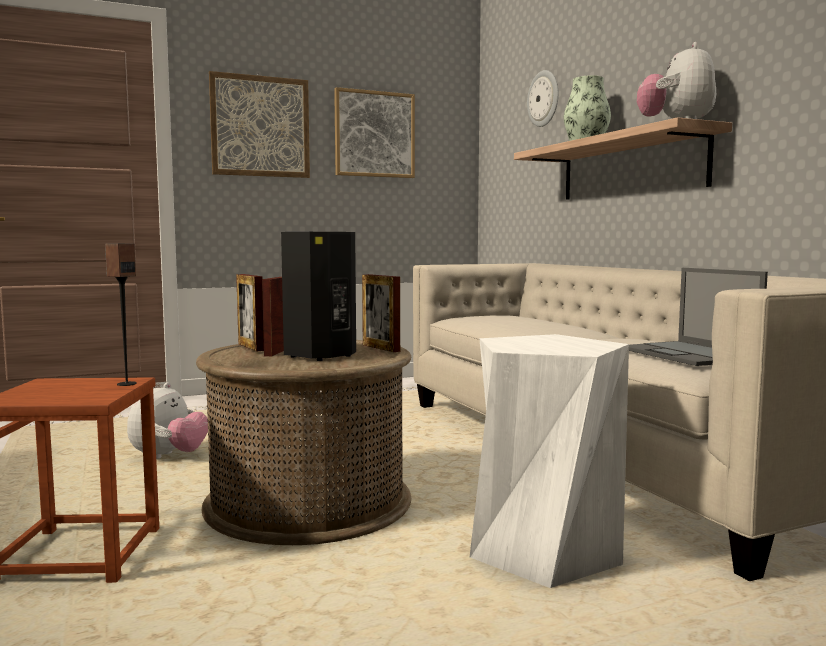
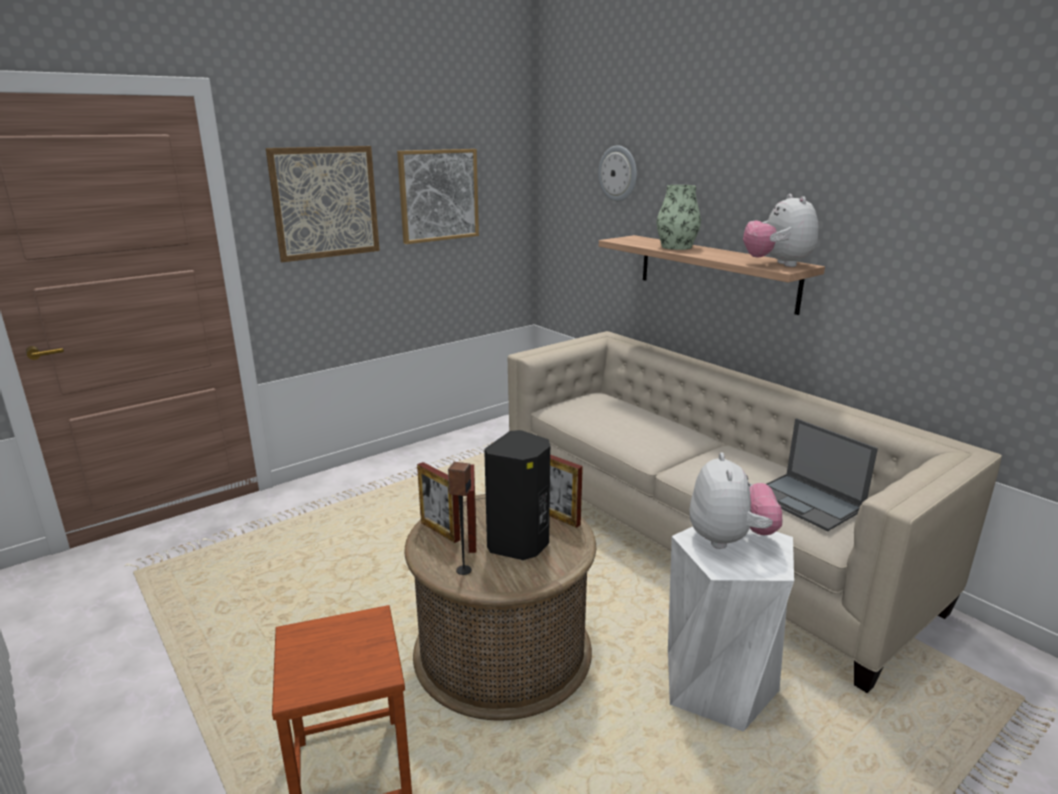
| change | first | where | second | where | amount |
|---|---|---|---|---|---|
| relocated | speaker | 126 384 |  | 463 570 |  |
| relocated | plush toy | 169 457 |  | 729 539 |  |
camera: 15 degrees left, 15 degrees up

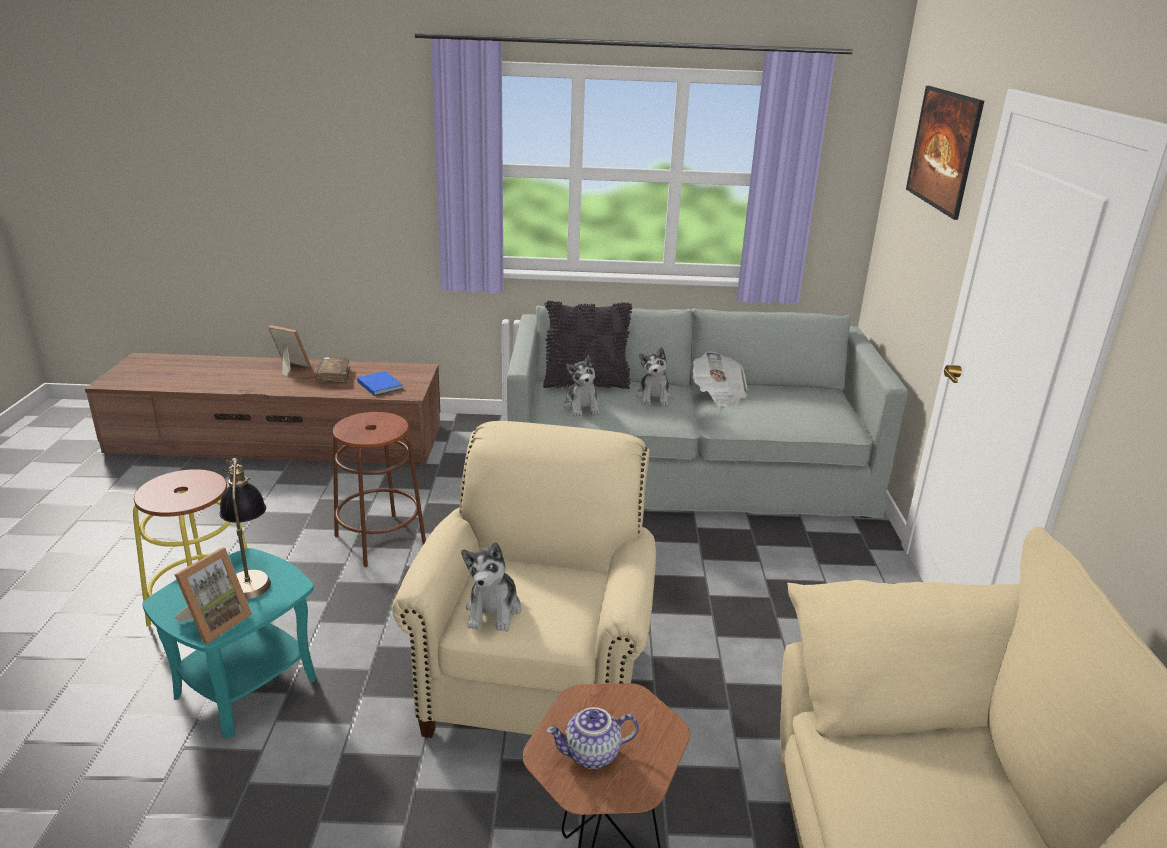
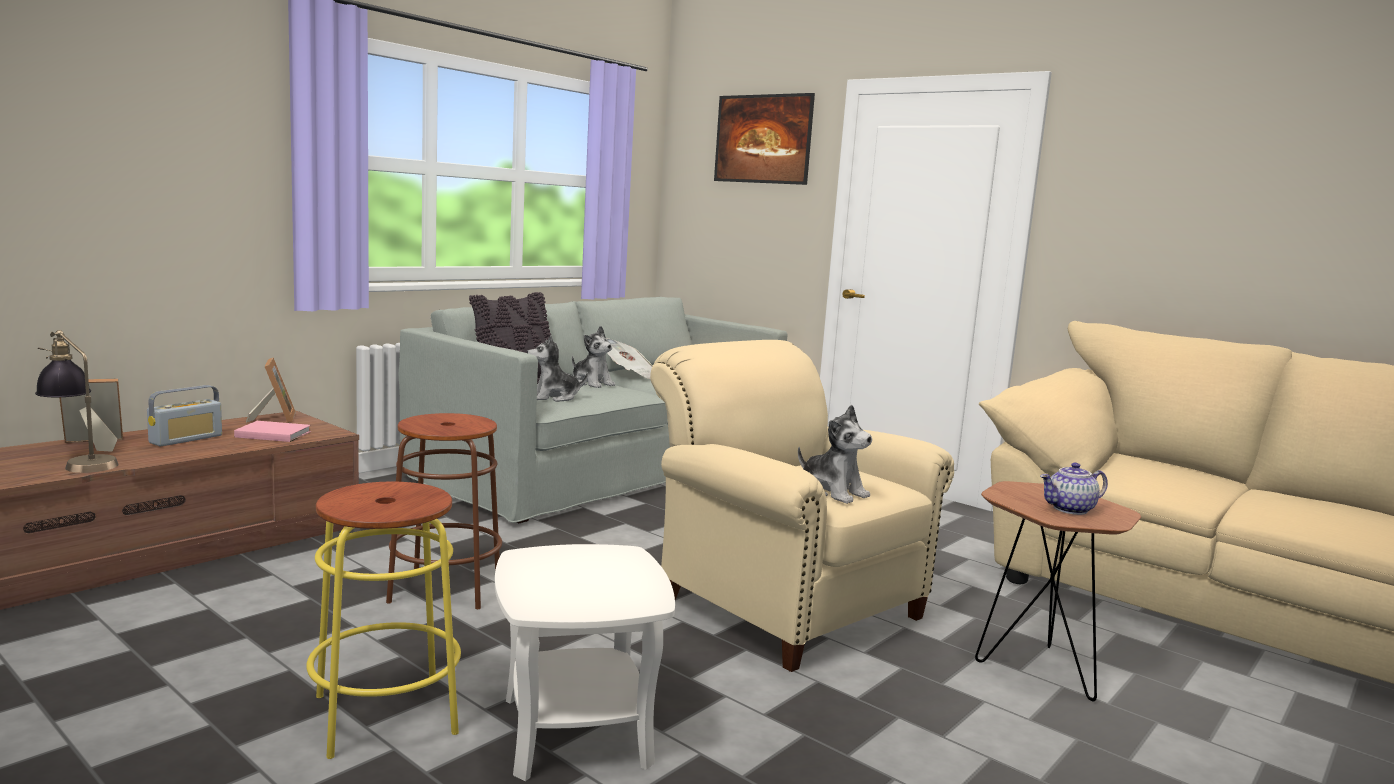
| change | first | where | second | where | amount |
|---|---|---|---|---|---|
| spun | plush toy | 582 407 |  | 554 397 | 135 degrees clockwise |
| exchanged | brown book | 334 376 | radio | 186 439 |  |
| colour | blue book | 380 385 | pink book | 272 434 |  |
| relocated | table lamp | 250 575 |  | 79 462 |  |
| colour | turquoise side table | 246 686 | white side table | 576 730 |  |
| relocated | picture frame | 214 622 |  | 274 418 |  |
| spun | teapot | 591 755 |  | 1070 510 | 45 degrees clockwise |
camera: 50 degrees left, 15 degrees down

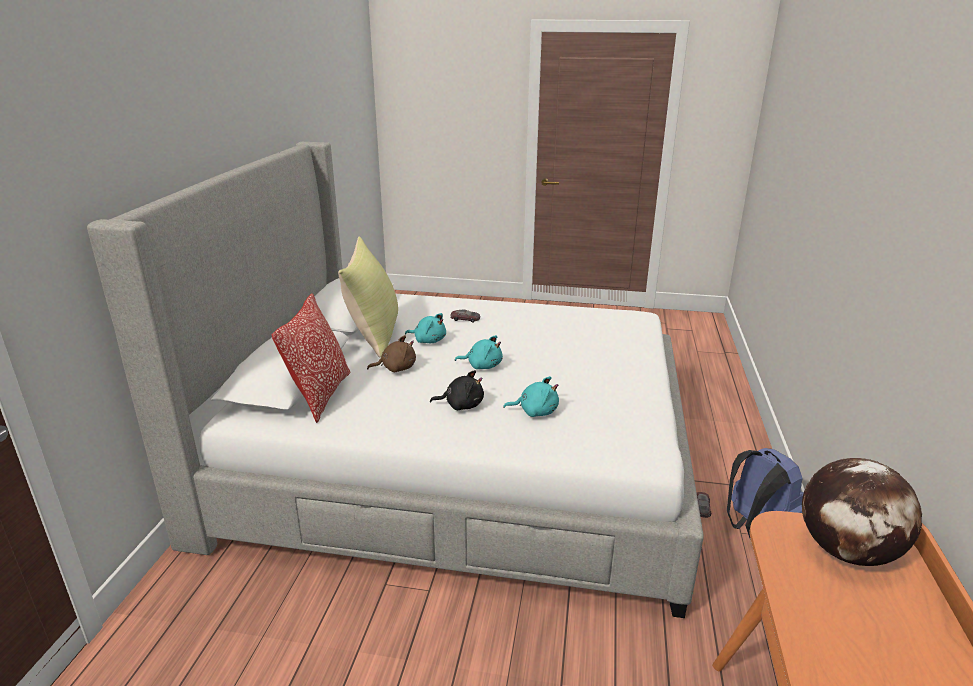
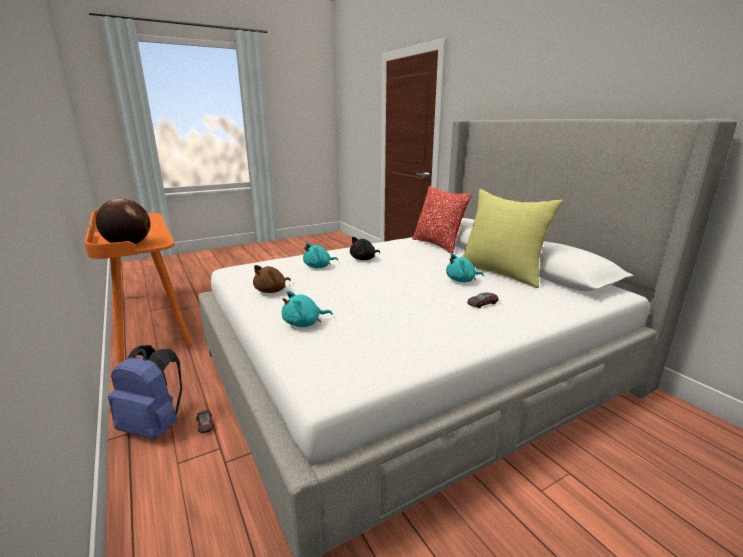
| change | first | where | second | where | amount |
|---|---|---|---|---|---|
| relocated | brown plush toy | 396 368 |  | 272 291 |  |
| relocated | turquoise plush toy | 482 366 |  | 304 323 |  |
camera: 140 degrees right, 5 degrees down

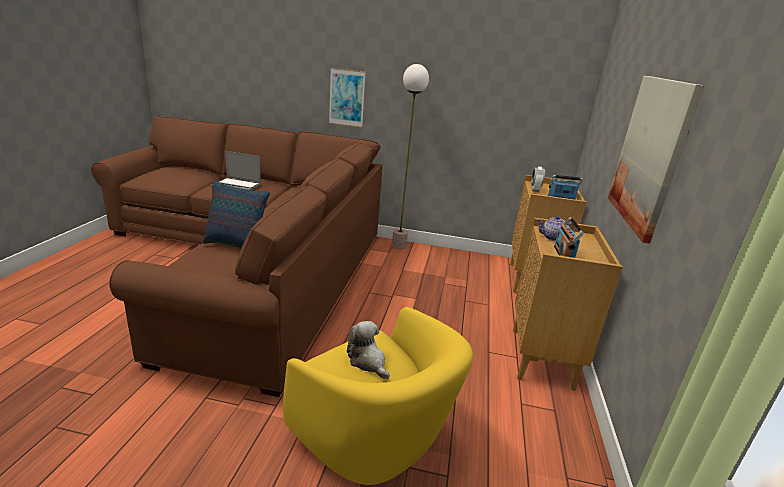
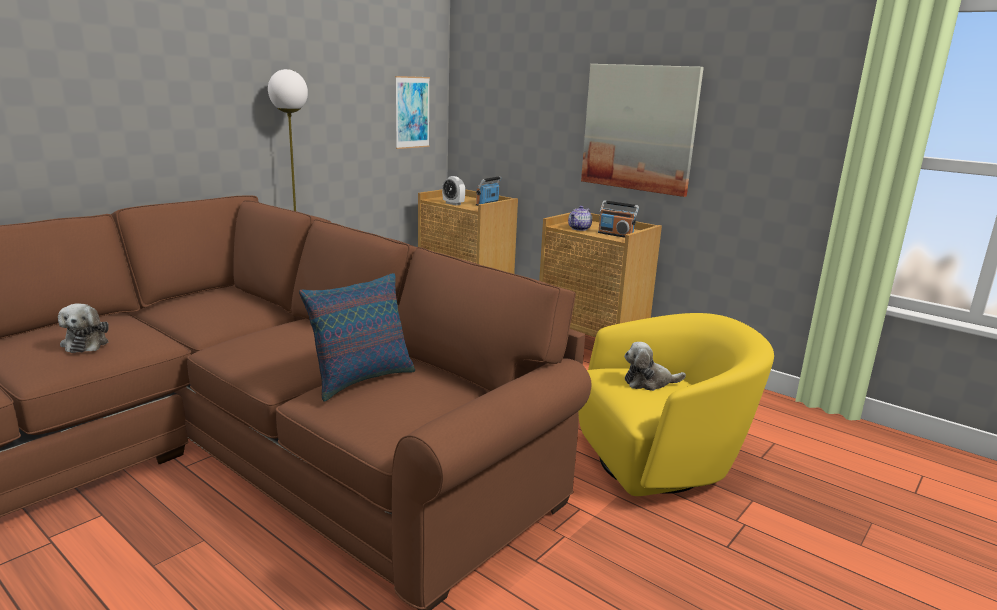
| change | first | where | second | where | amount |
|---|---|---|---|---|---|
| relocated | picture | 347 98 |  | 412 112 |  |
| exchanged | laptop | 237 186 | plush toy | 86 343 |  |
camera: 60 degrees left, 5 degrees down

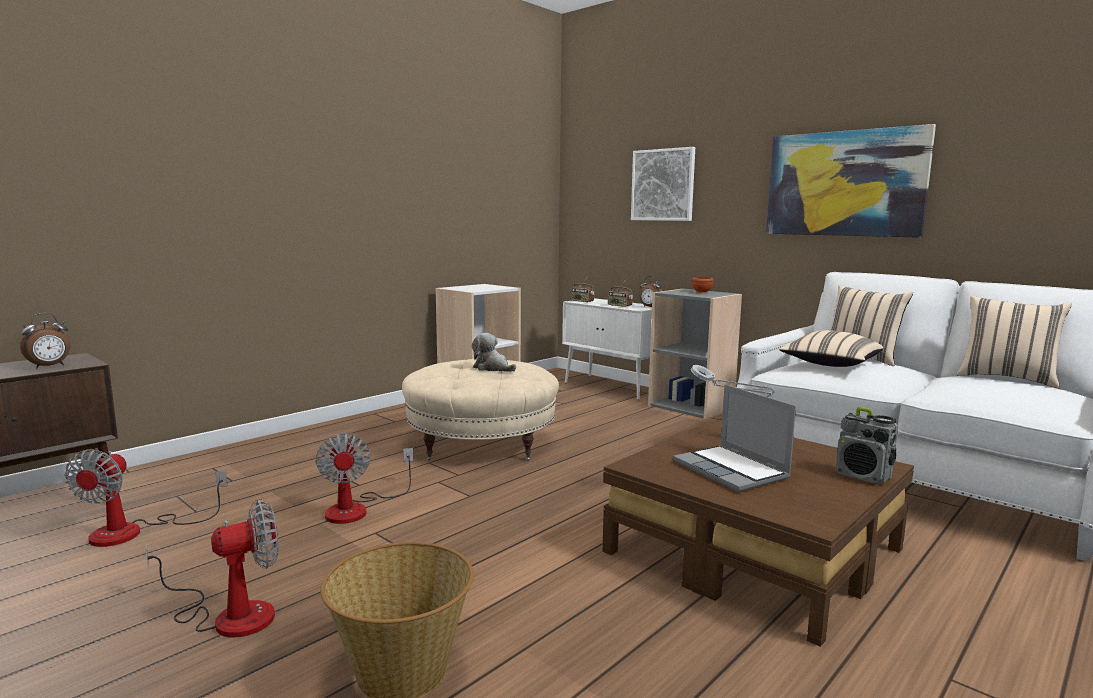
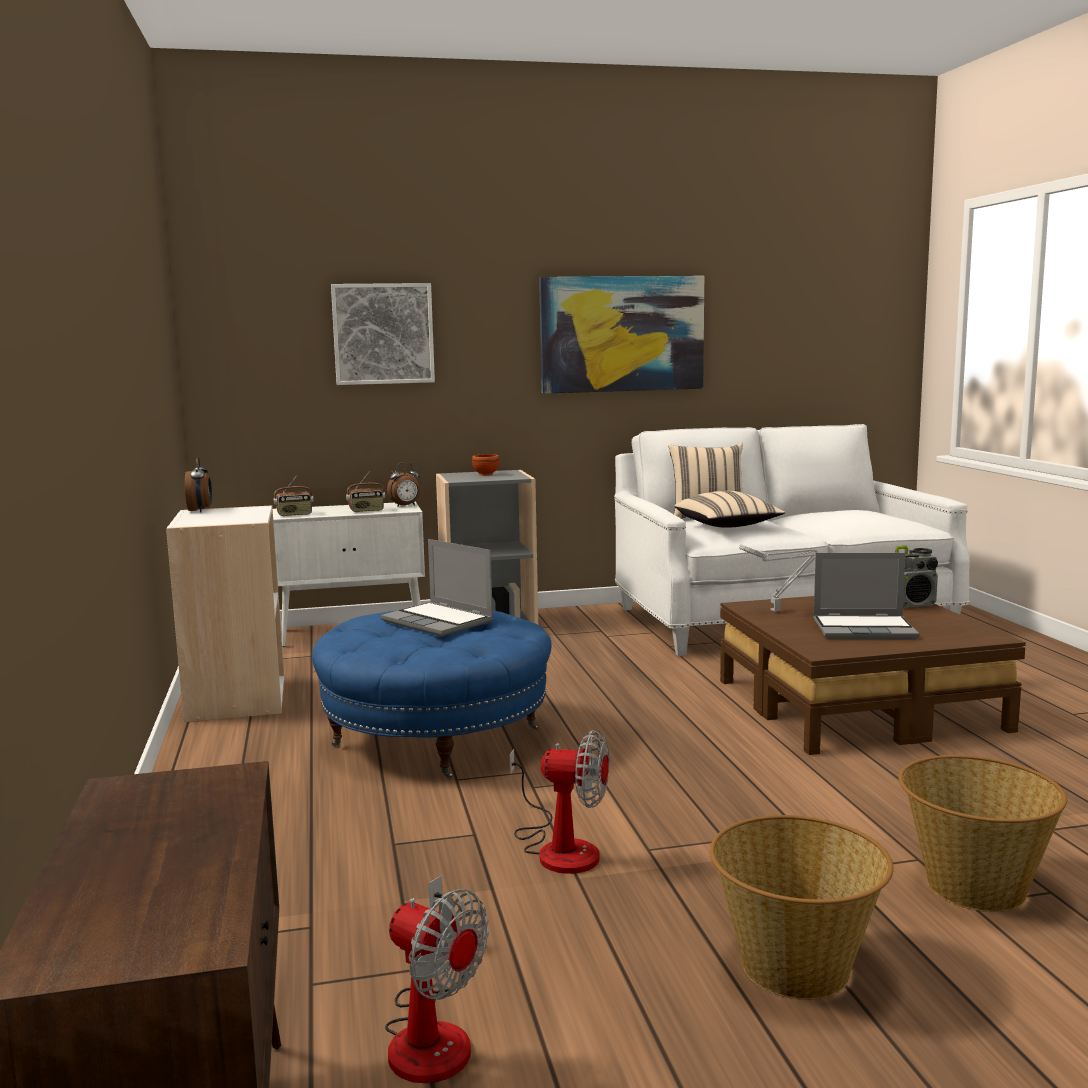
| change | first | where | second | where | amount |
|---|---|---|---|---|---|
| missing | beige pillow | 1006 378 |  |  |  |
| relocated | alarm clock | 49 366 |  | 200 510 |  |
| exchanged | plush toy | 492 368 | laptop | 439 621 |  |
| colour | beige ottoman | 481 443 | blue ottoman | 436 738 |  |
| exchanged | fan | 229 615 | basket | 796 968 |  |
camera: 55 degrees left, 0 degrees up

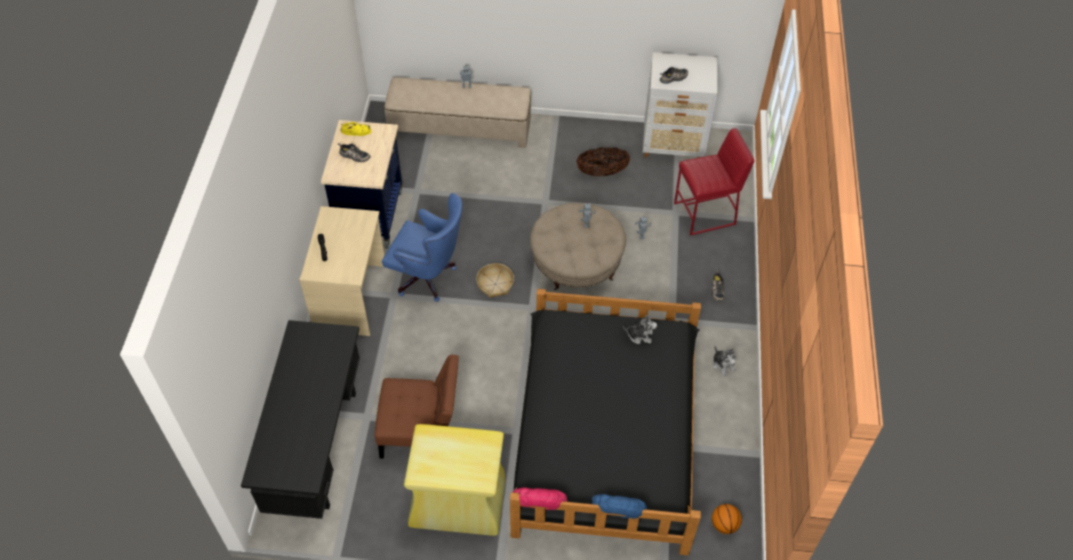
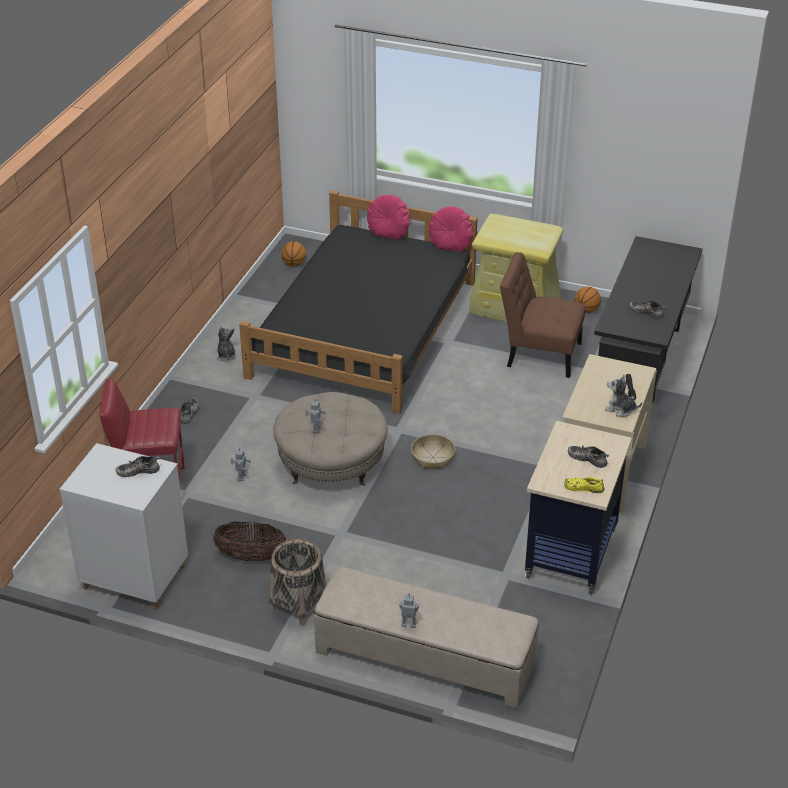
| change | first | where | second | where | amount |
|---|---|---|---|---|---|
| missing | blue office chair | 428 278 |  |  |  |
| relocated | plush toy | 639 335 |  | 620 409 |  |
| colour | blue pillow | 617 516 | pink pillow | 388 234 |  |
| appeared |  |  | basketball | 586 310 |  |
| appeared |  |  | shoe | 647 311 |  |
| appeared |  |  | basket | 298 604 |  |
camera: 165 degrees left, 15 degrees down

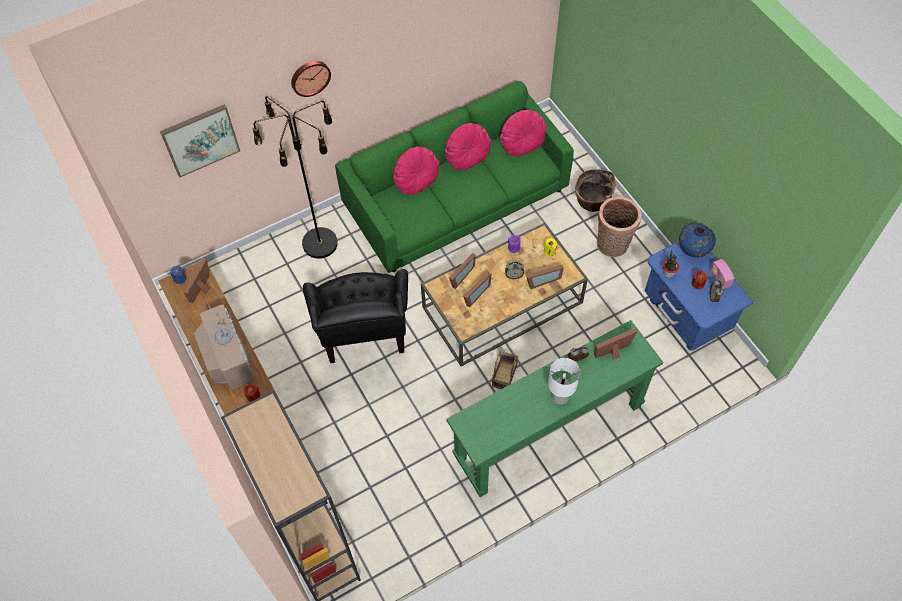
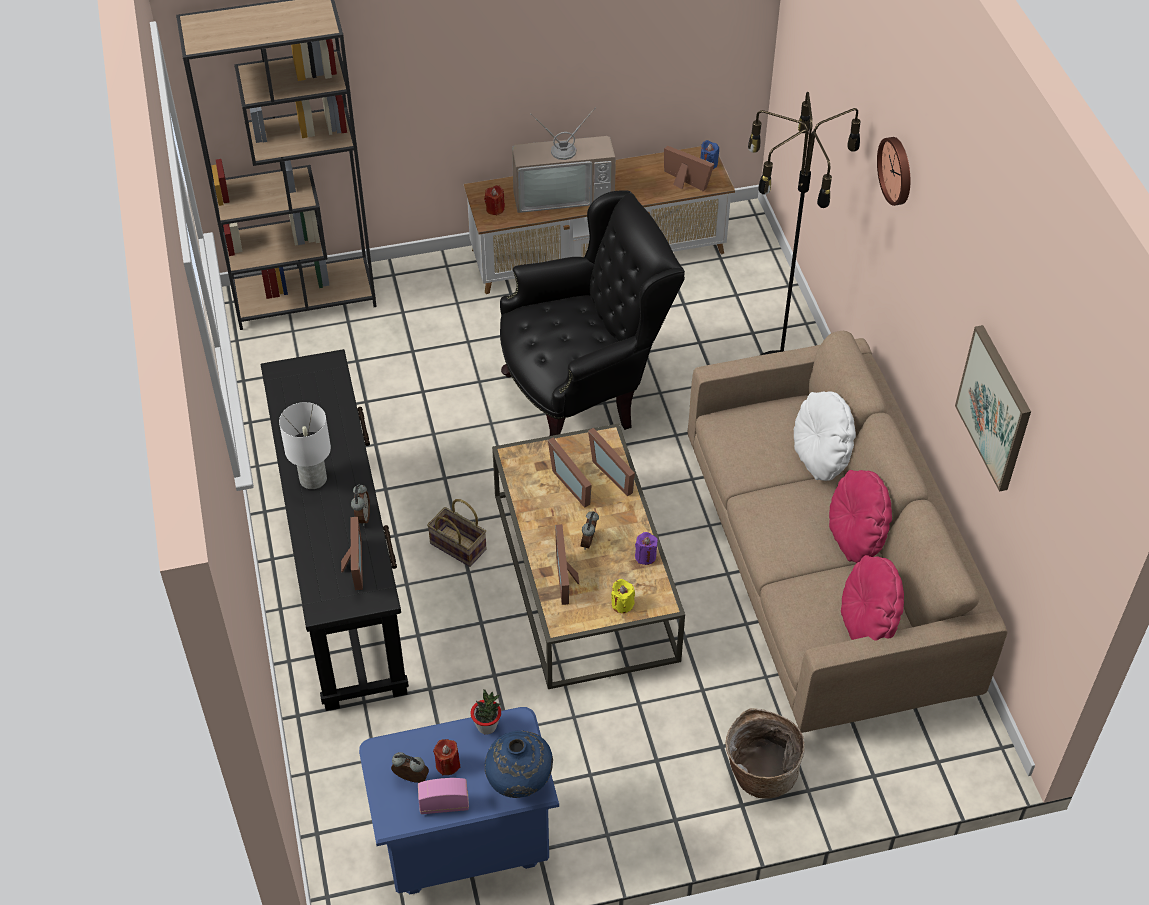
| change | first | where | second | where | amount |
|---|---|---|---|---|---|
| colour | green sofa | 455 197 | beige sofa | 827 566 |  |
| relocated | picture | 200 139 |  | 995 407 |  |
| colour | pink pillow | 417 184 | white pillow | 820 460 |  |
| missing | basket | 612 246 |  |  |  |
| spun | black armchair | 365 342 |  | 582 396 | 150 degrees clockwise |
| colour | green console table | 548 431 | black console table | 342 576 |  |
camera: 105 degrees right, 10 degrees down

